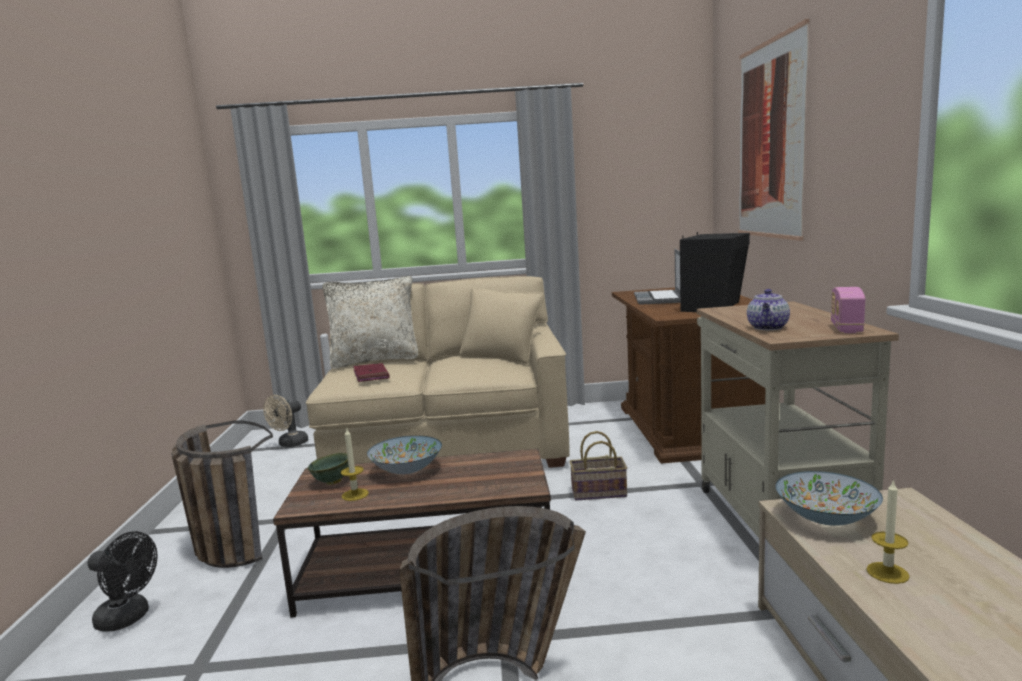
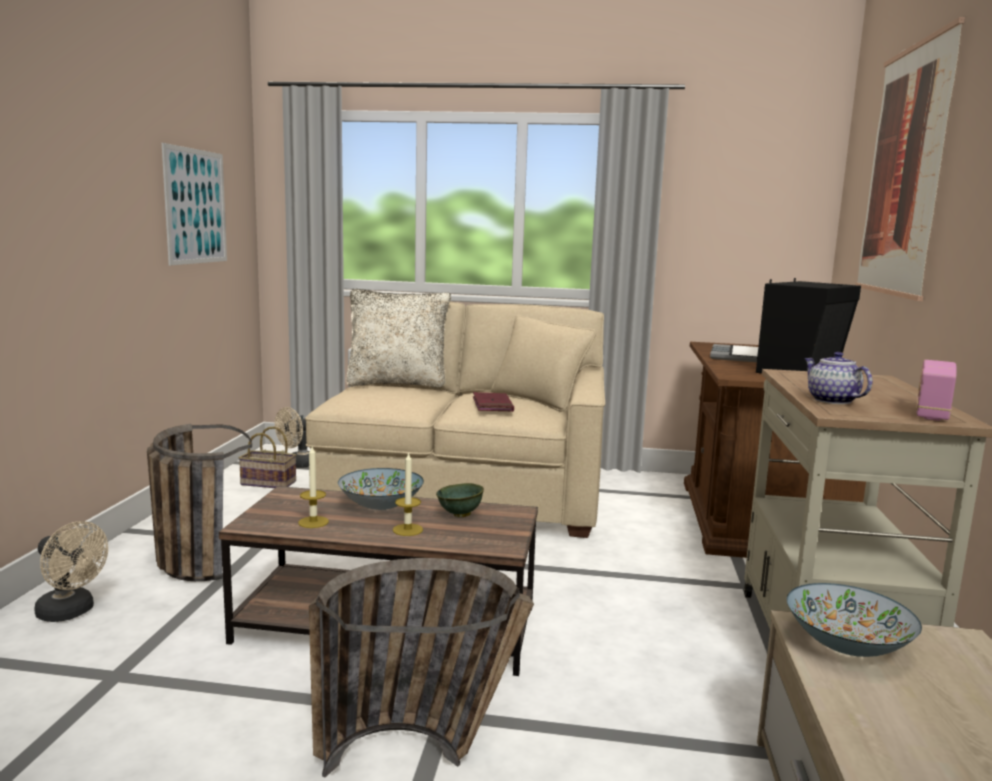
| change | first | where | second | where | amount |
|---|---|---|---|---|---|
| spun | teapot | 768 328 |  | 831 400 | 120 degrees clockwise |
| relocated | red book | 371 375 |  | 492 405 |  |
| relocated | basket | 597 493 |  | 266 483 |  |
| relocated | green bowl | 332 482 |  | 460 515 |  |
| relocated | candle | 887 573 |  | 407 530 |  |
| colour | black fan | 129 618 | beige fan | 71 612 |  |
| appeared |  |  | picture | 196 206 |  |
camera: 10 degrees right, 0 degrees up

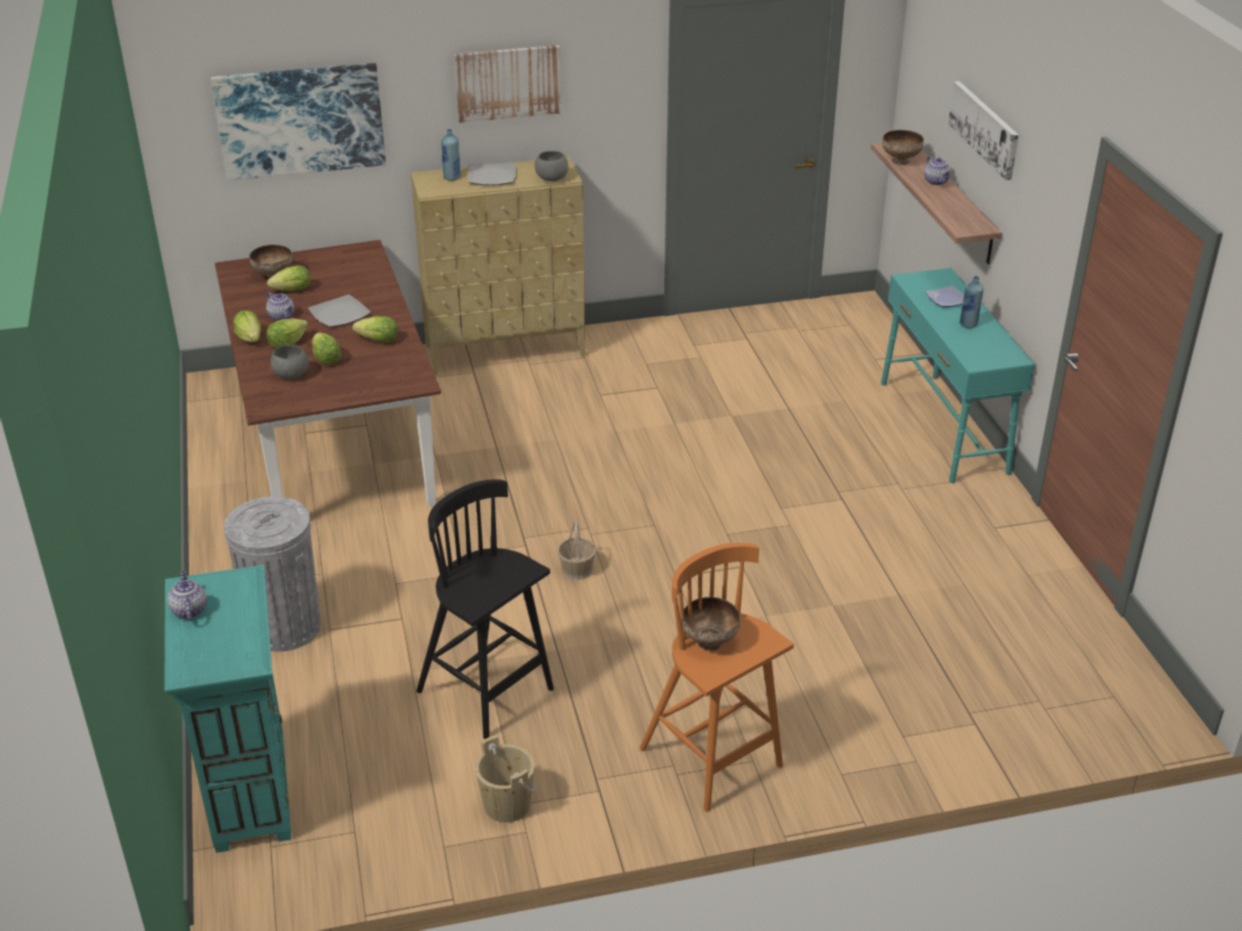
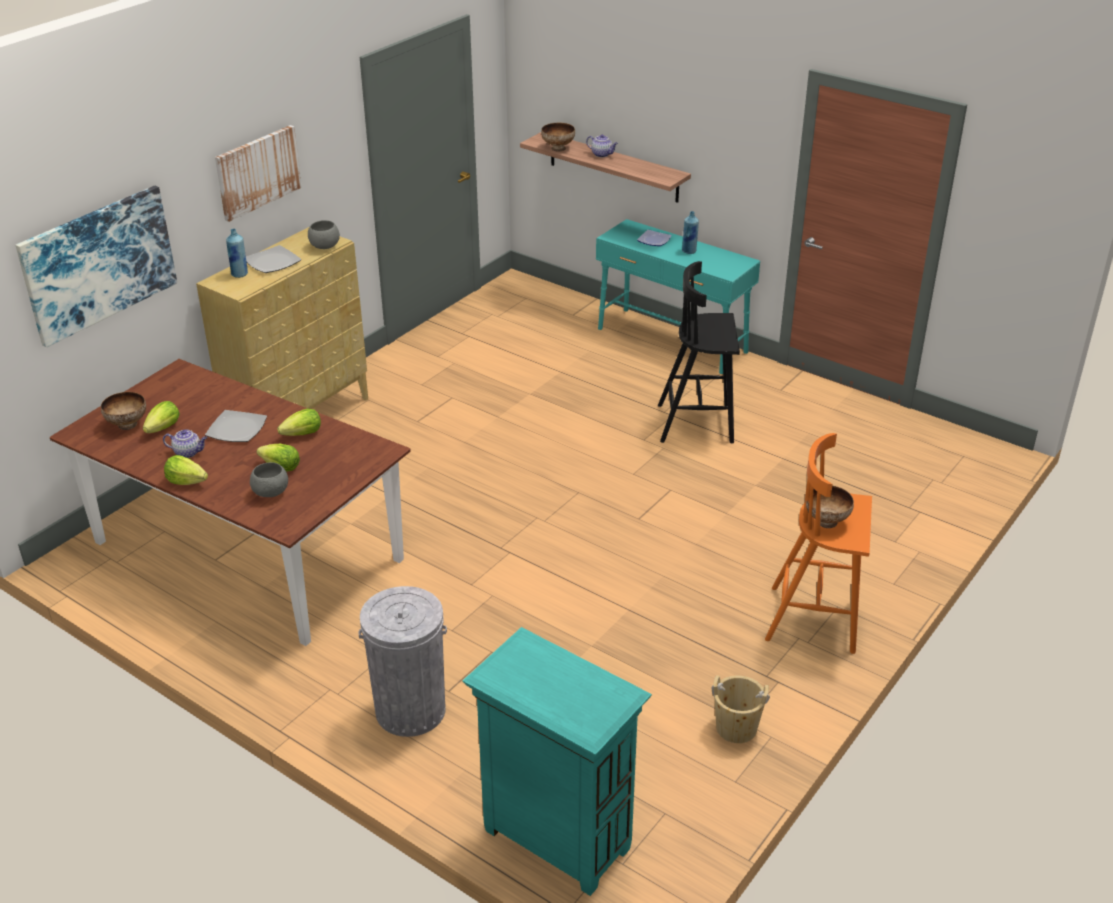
| change | first | where | second | where | amount |
|---|---|---|---|---|---|
| missing | picture | 985 129 |  |  |  |
| missing | lettuce | 287 343 |  |  |  |
| relocated | black stool | 488 692 |  | 698 423 |  |
| missing | basket | 577 569 |  |  |  |
| missing | teapot | 189 610 |  |  |  |
camera: 40 degrees left, 0 degrees up

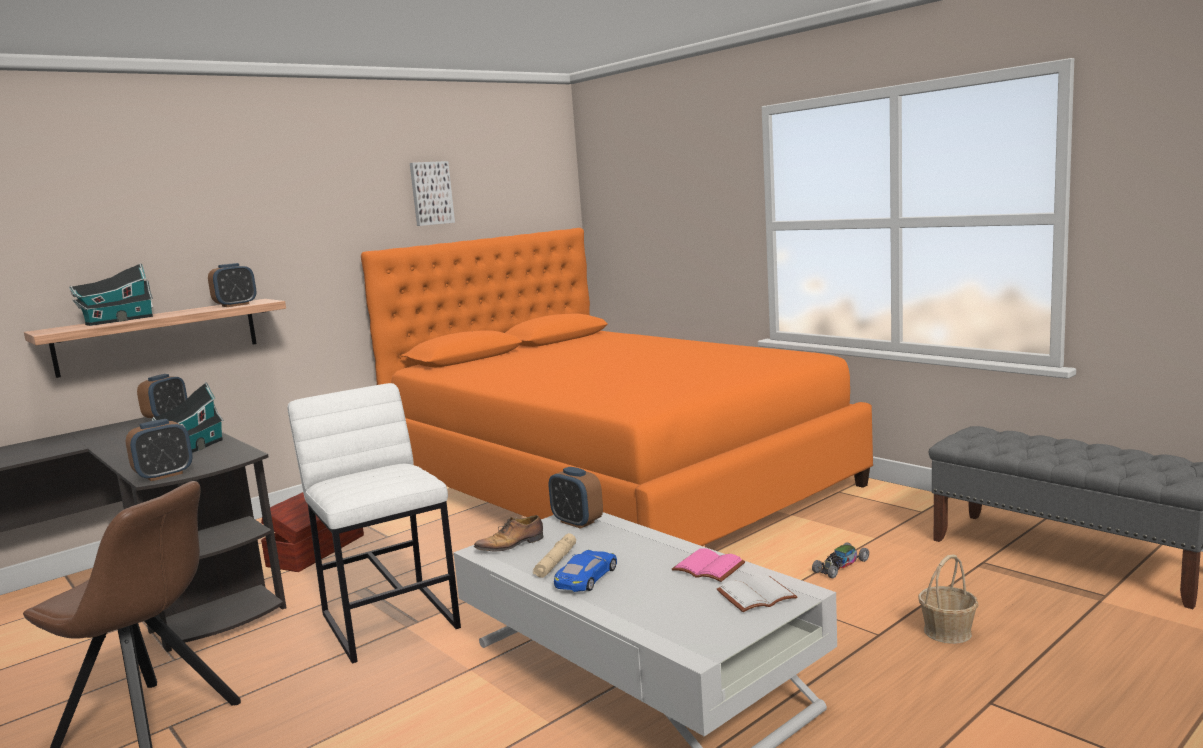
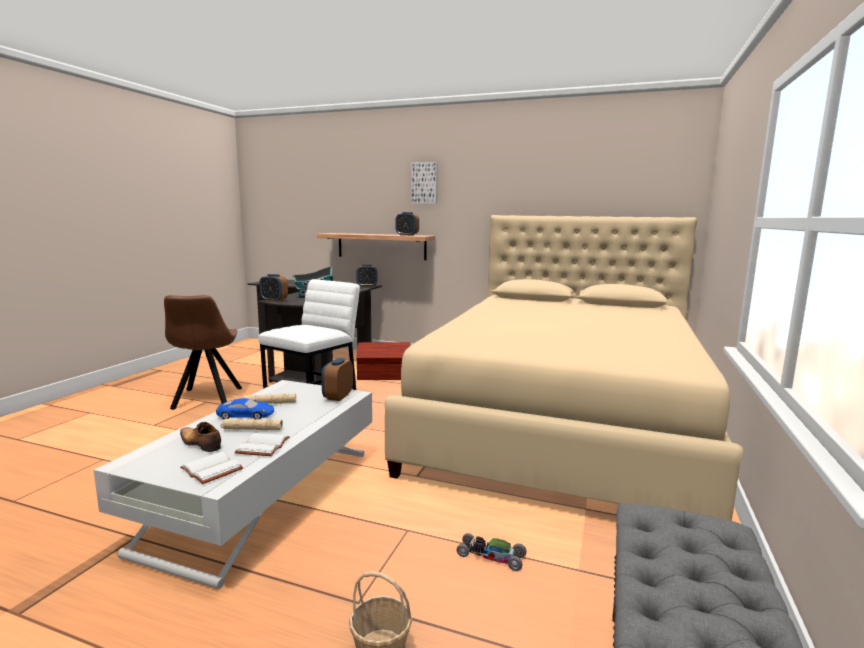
| change | first | where | second | where | amount |
|---|---|---|---|---|---|
| relocated | picture | 431 193 |  | 425 183 |  |
| colour | orange bed | 613 482 | beige bed | 563 421 |  |
| missing | toy house | 117 321 |  |  |  |
| relocated | shoe | 512 545 |  | 200 444 |  |
| colour | pink book | 706 568 | white book | 262 446 |  |
| appeared |  |  | beige flashlight | 252 429 |  |
camera: 60 degrees right, 0 degrees up

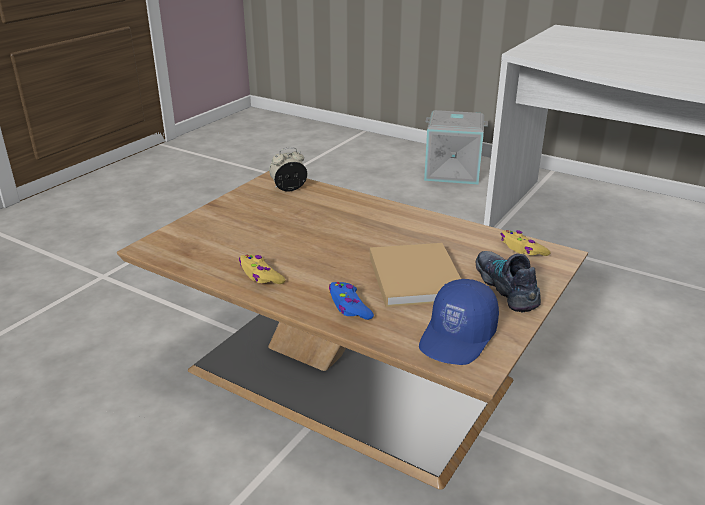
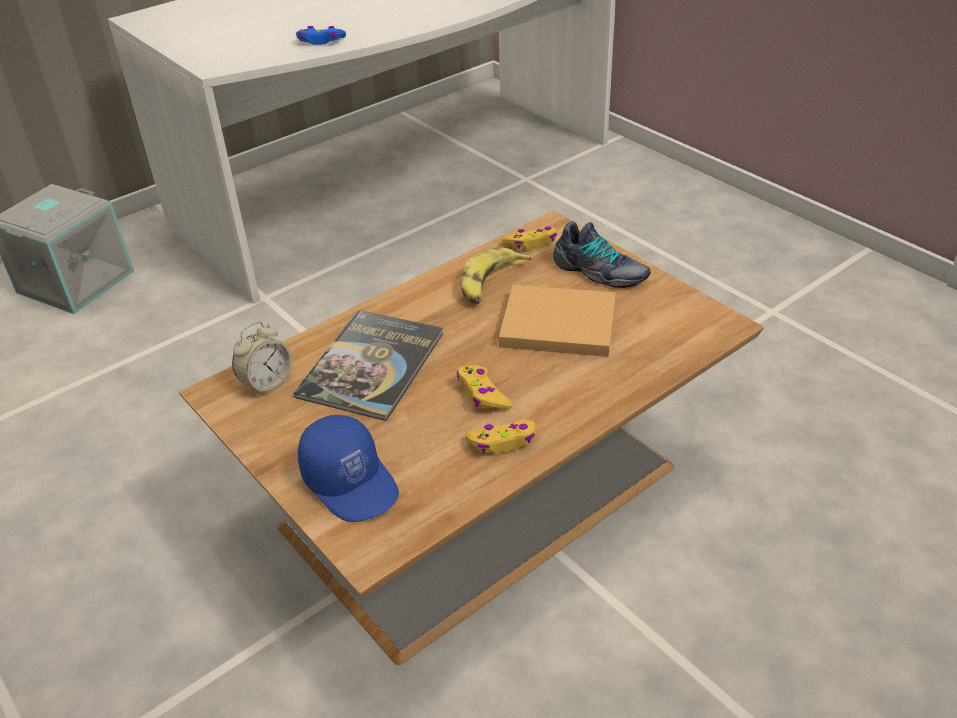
| change | first | where | second | where | amount |
|---|---|---|---|---|---|
| spun | alarm clock | 289 189 |  | 267 383 | 135 degrees counterclockwise |
| spun | shoe | 507 287 |  | 599 272 | 150 degrees counterclockwise |
| relocated | blue cap | 458 337 |  | 351 482 |  |
| relocated | blue game controller | 349 307 |  | 321 41 |  |
| appeared |  |  | banana | 490 283 |  |
| appeared |  |  | book | 371 365 |  |
| appeared |  |  | yellow game controller | 482 394 |  |
camera: 70 degrees left, 10 degrees up

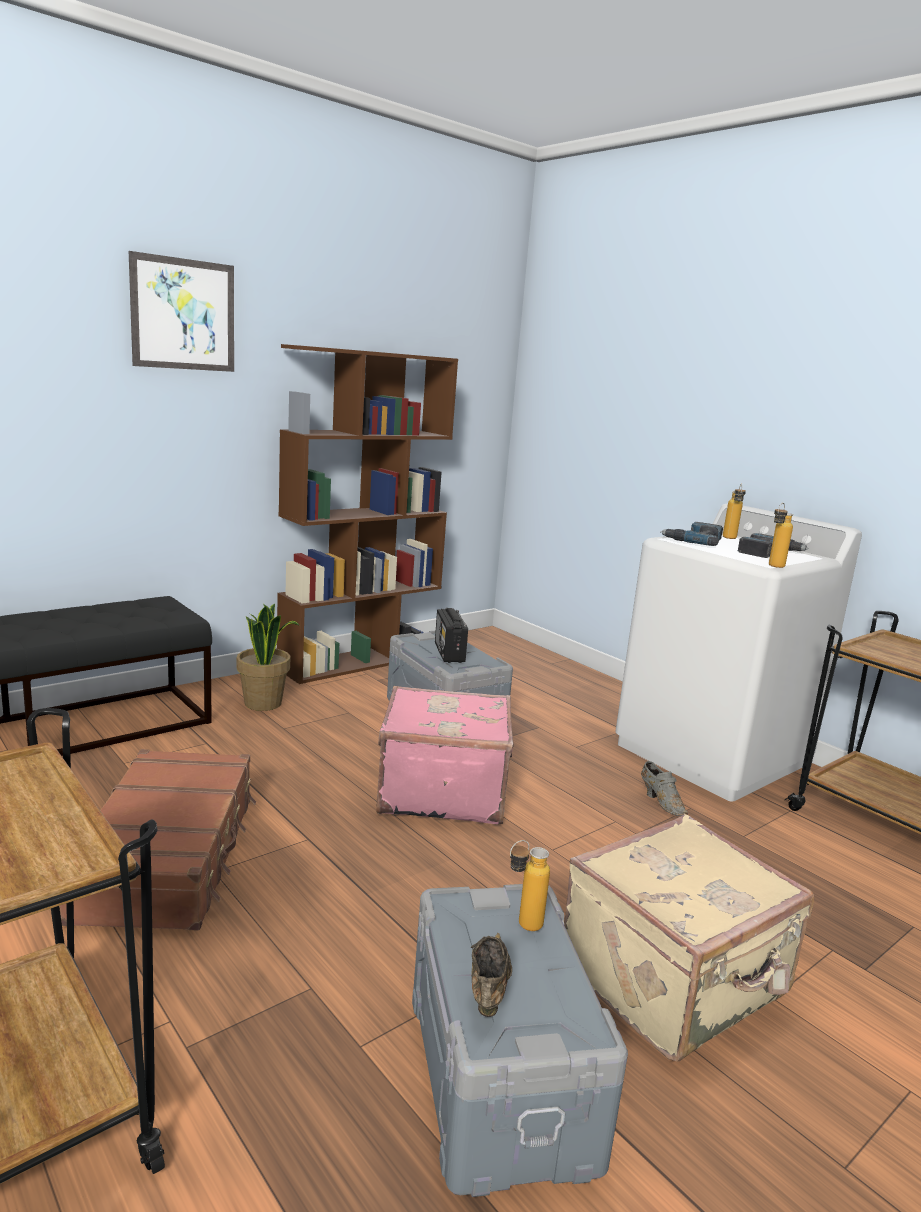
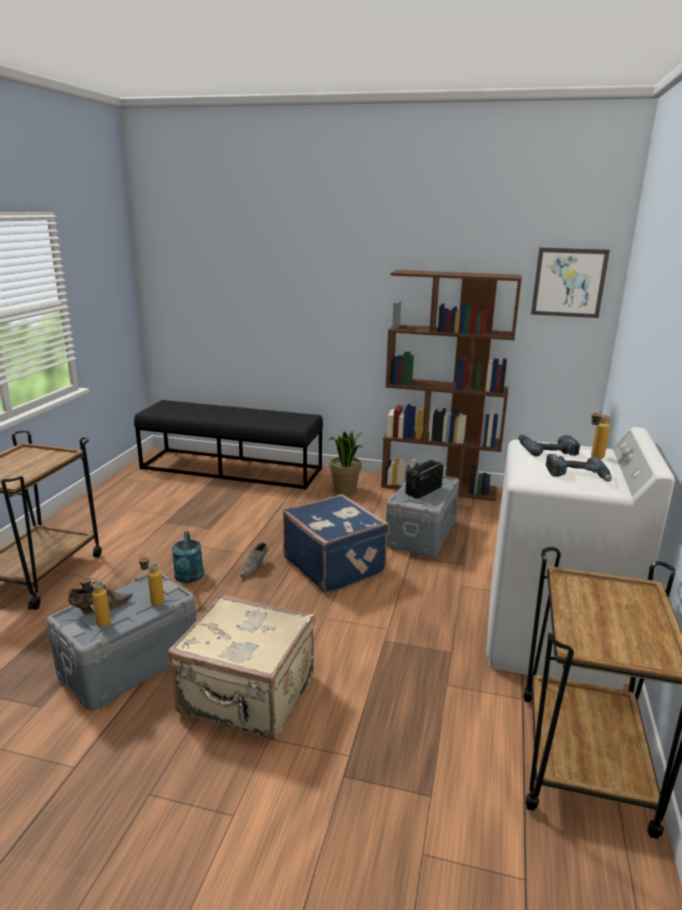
| change | first | where | second | where | amount |
|---|---|---|---|---|---|
| relocated | picture | 183 314 |  | 569 282 |  |
| relocated | bottle | 773 567 |  | 98 622 |  |
| colour | pink suitcase | 441 791 | blue suitcase | 335 565 |  |
| missing | brown suitcase | 170 855 |  |  |  |
| relocated | grey shoe | 661 801 |  | 255 568 |  |
| appeared |  |  | turquoise watering can | 189 578 |  |
camera: 55 degrees right, 5 degrees up

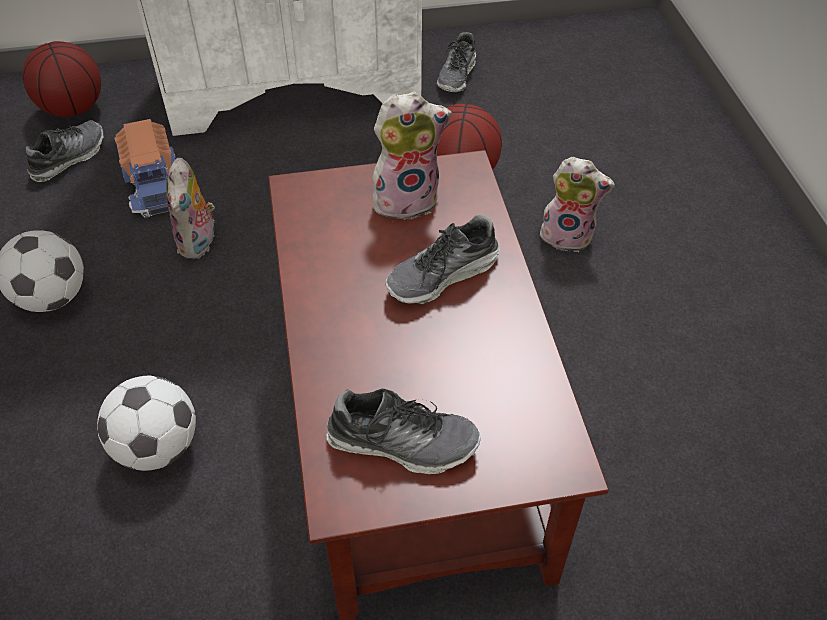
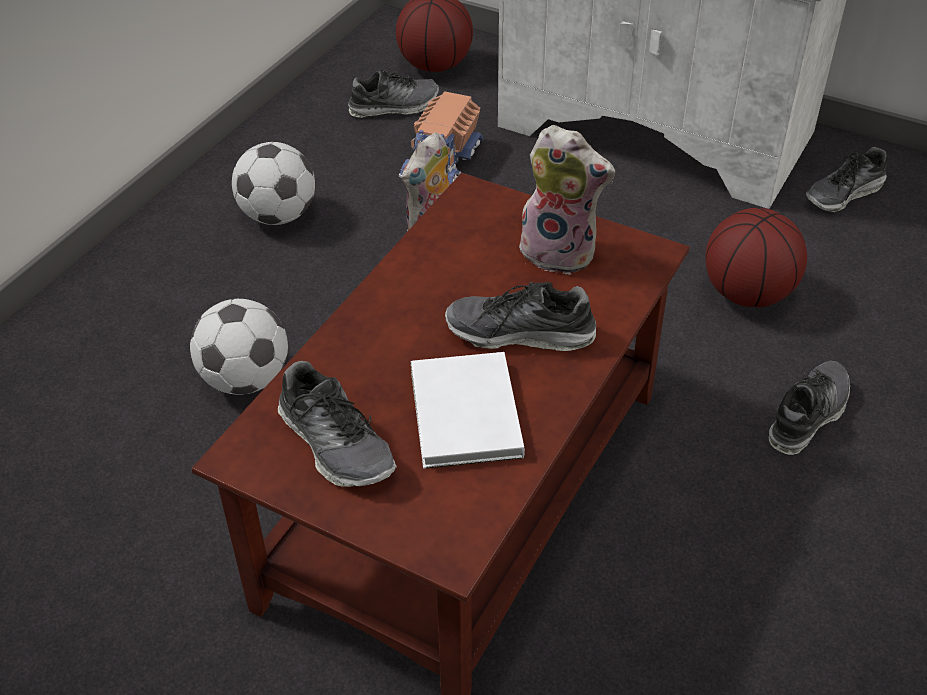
| change | first | where | second | where | amount |
|---|---|---|---|---|---|
| exchanged | plush toy | 568 235 | shoe | 807 415 |  |
| appeared |  |  | white book | 463 416 |  |
camera: 40 degrees right, 5 degrees down

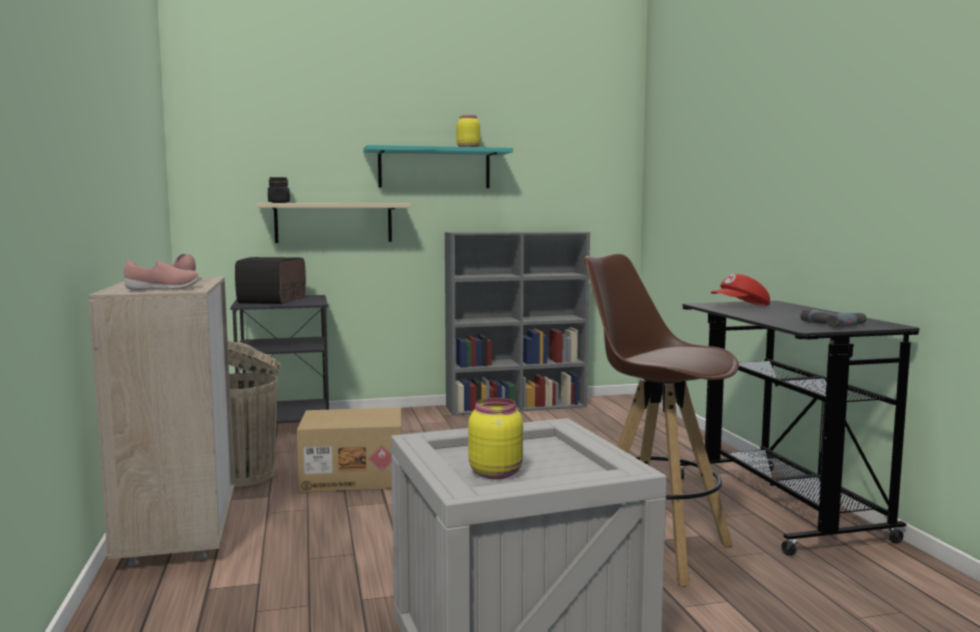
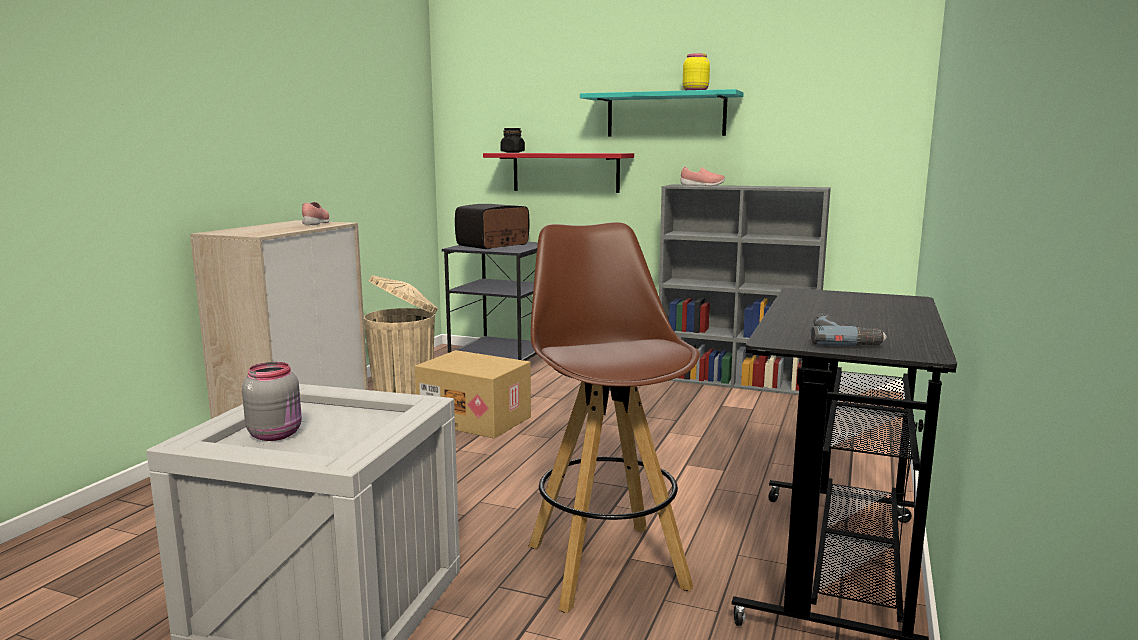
| change | first | where | second | where | amount |
|---|---|---|---|---|---|
| colour | beige shelf | 333 222 | red shelf | 565 172 |  |
| relocated | pink shoe | 162 289 |  | 702 185 |  |
| missing | red cap | 740 306 |  |  |  |
| colour | yellow jar | 496 473 | grey jar | 277 434 |  |
camera: 35 degrees right, 5 degrees up

